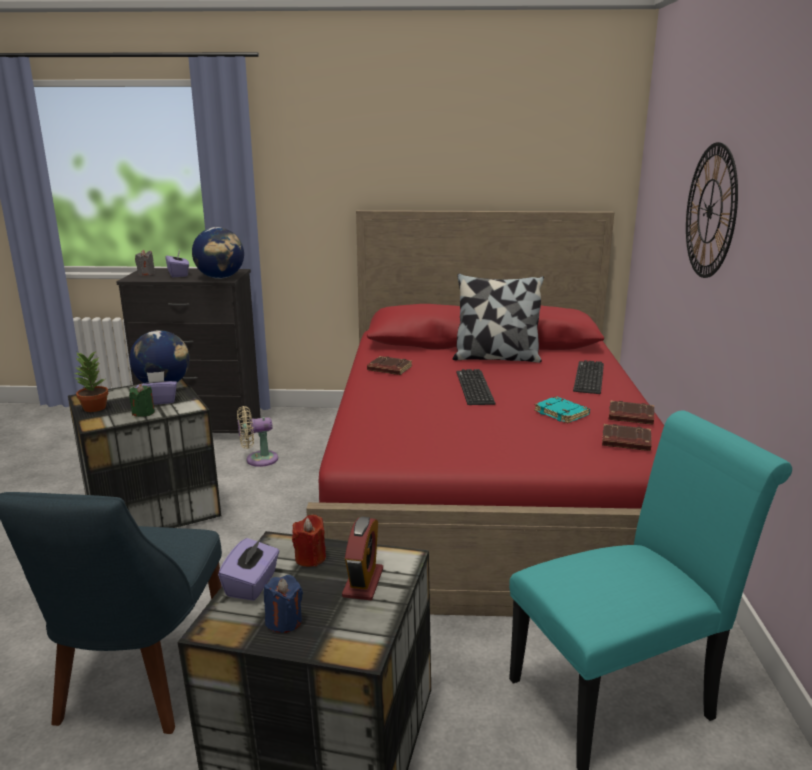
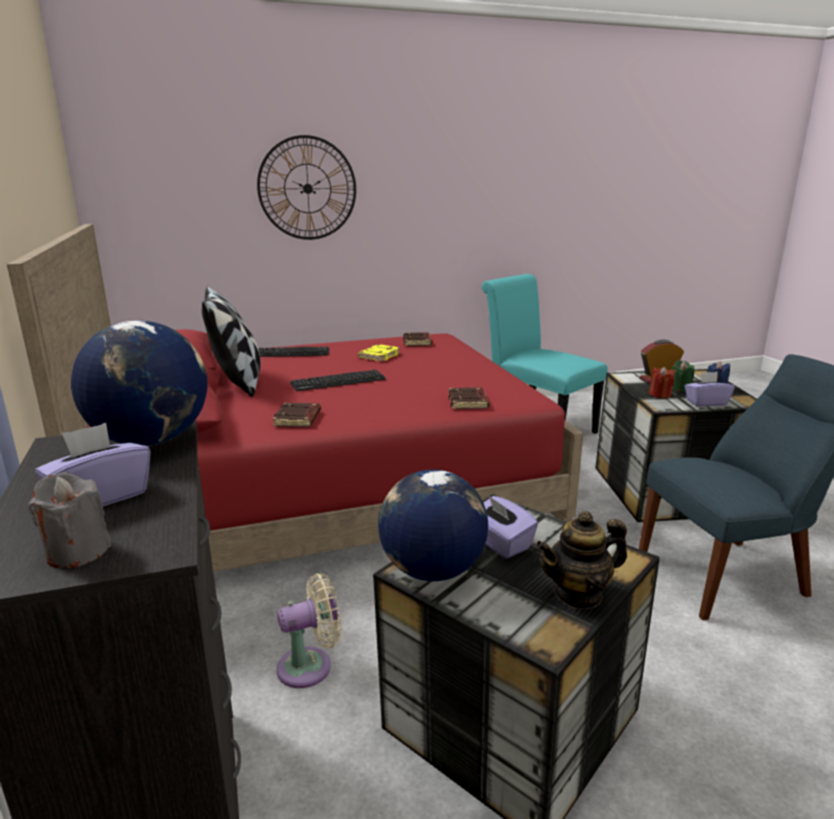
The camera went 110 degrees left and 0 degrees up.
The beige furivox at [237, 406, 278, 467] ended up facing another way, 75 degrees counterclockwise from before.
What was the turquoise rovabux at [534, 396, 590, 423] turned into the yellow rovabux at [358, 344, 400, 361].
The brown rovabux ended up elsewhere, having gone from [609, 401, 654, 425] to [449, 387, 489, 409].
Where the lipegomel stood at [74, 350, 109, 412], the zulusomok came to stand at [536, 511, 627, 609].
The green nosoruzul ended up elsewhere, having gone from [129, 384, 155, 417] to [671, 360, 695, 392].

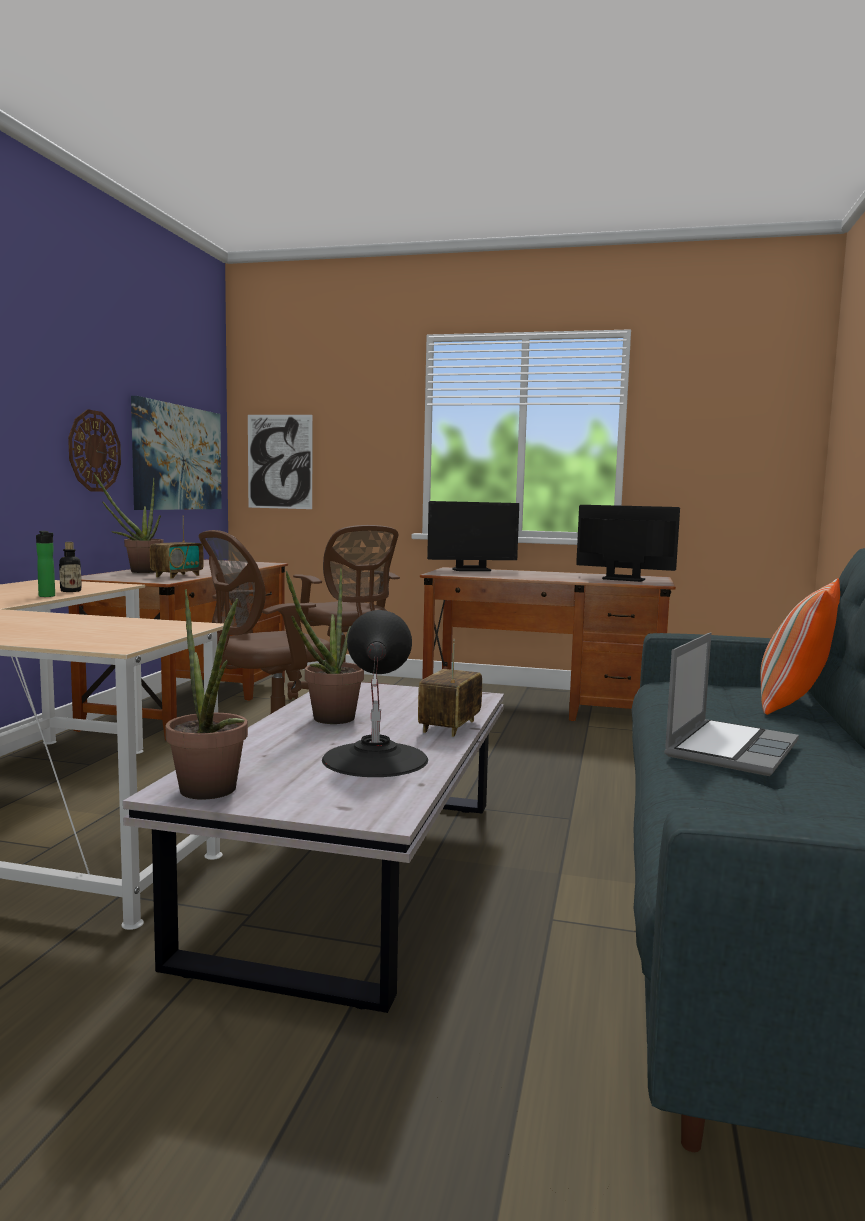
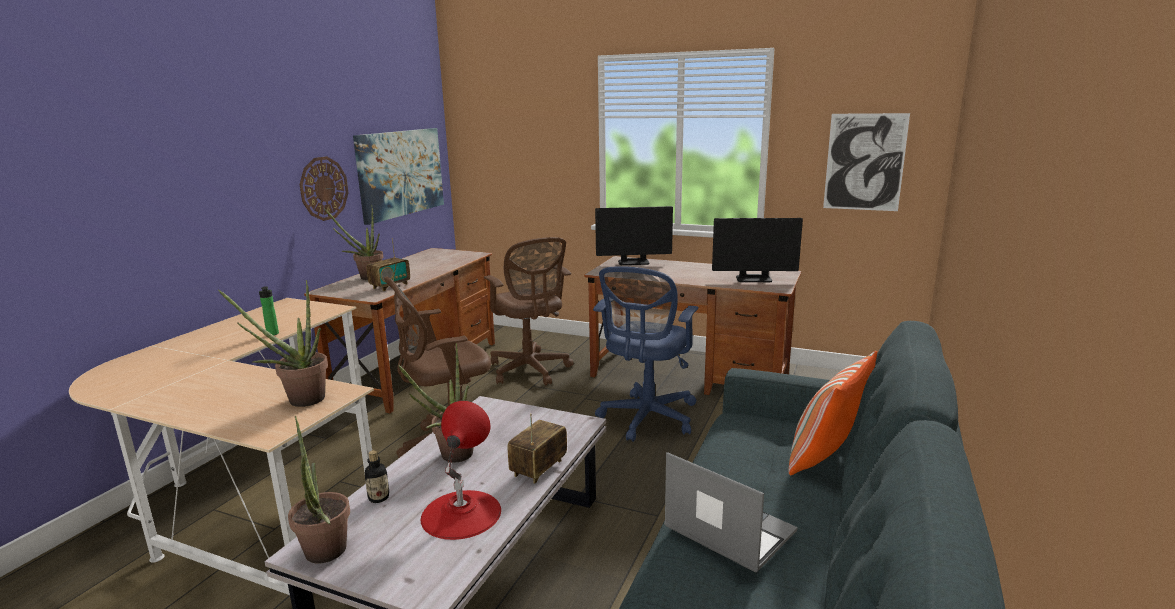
The camera went 10 degrees right and 10 degrees up.
The second view gained the lipegomel at [218, 280, 328, 407].
The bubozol ended up elsewhere, having gone from [59, 542, 82, 592] to [365, 450, 389, 503].
What was the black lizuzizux at [322, 610, 428, 777] turned into the red lizuzizux at [421, 401, 501, 540].
The second view gained the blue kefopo at [593, 266, 698, 442].
The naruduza at [664, 632, 799, 776] ended up facing another way, 90 degrees counterclockwise from before.
The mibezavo at [576, 505, 680, 582] ended up facing another way, 150 degrees clockwise from before.
The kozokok ended up elsewhere, having gone from [248, 415, 313, 509] to [823, 113, 910, 211].

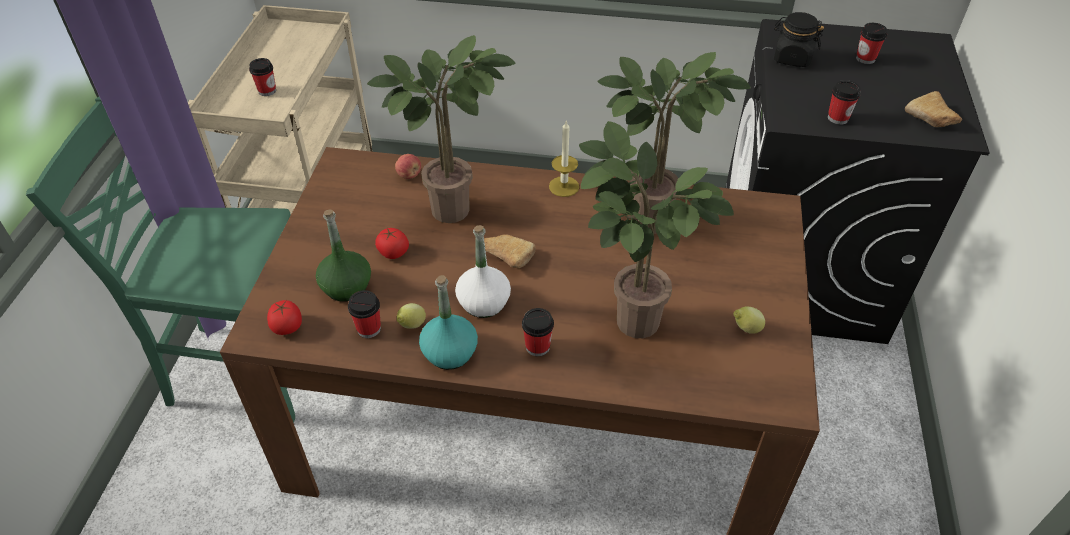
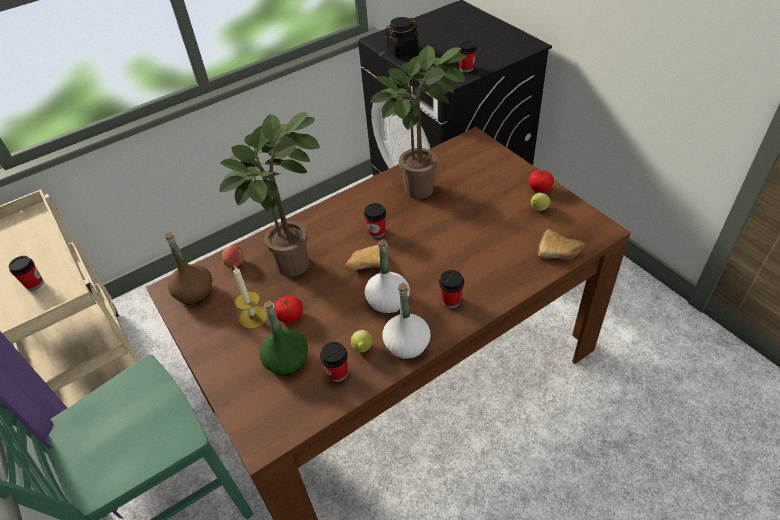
The camera went 40 degrees left and 0 degrees up.
The second view gained the brown bubozol at [165, 232, 212, 305].
The nosoruzul ended up elsewhere, having gone from [549, 121, 579, 197] to [233, 266, 268, 329].
The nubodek ended up elsewhere, having gone from [856, 23, 887, 64] to [364, 203, 386, 238].
What was the turquoise bubozol at [419, 275, 478, 370] turned into the white bubozol at [383, 283, 431, 359].
The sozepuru ended up elsewhere, having gone from [267, 300, 302, 335] to [529, 170, 554, 192].
The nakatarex ended up elsewhere, having gone from [905, 91, 962, 127] to [538, 229, 585, 260].
The second view lost the lipegomel at [579, 121, 734, 338].

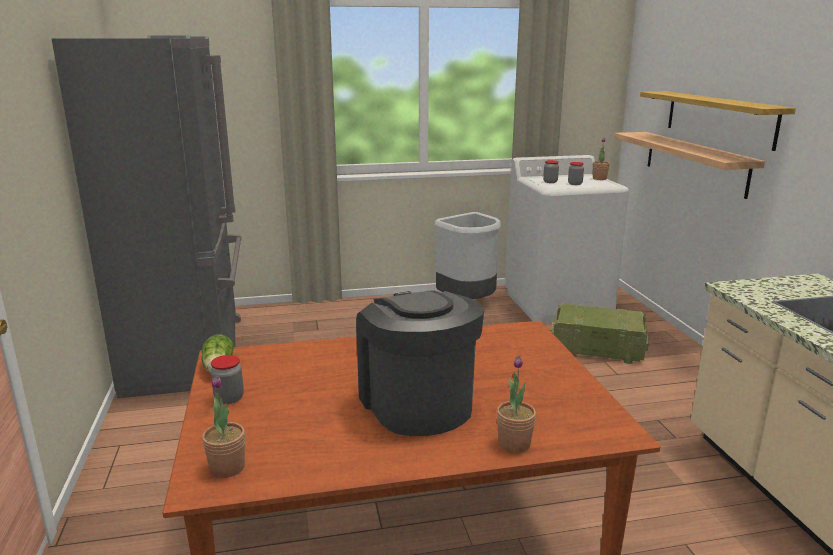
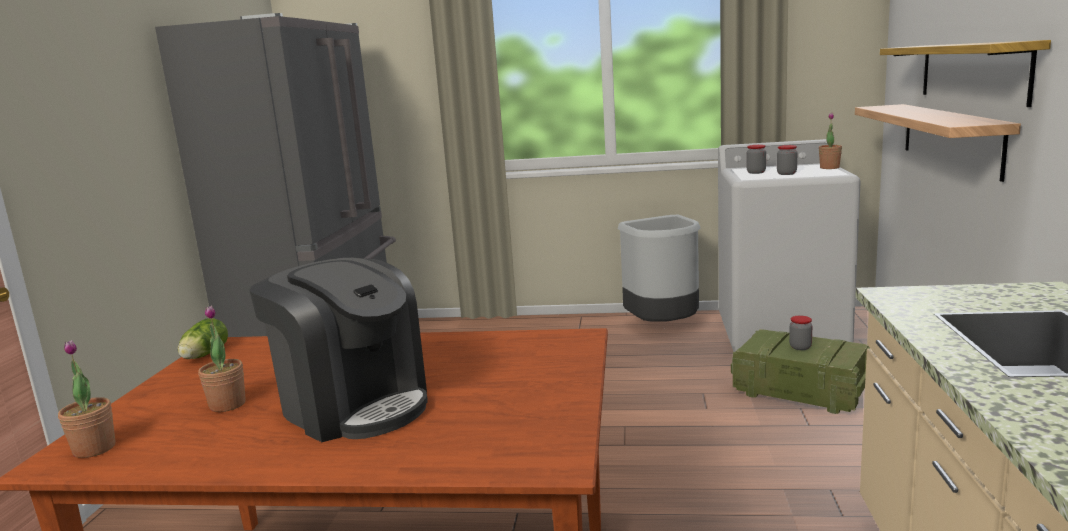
The camera went 20 degrees right and 5 degrees down.
The lipegomel ended up elsewhere, having gone from [497, 356, 536, 453] to [198, 305, 246, 412].
The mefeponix at [356, 290, 484, 436] ended up facing another way, 135 degrees clockwise from before.
The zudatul ended up elsewhere, having gone from [211, 355, 244, 404] to [789, 316, 812, 350].

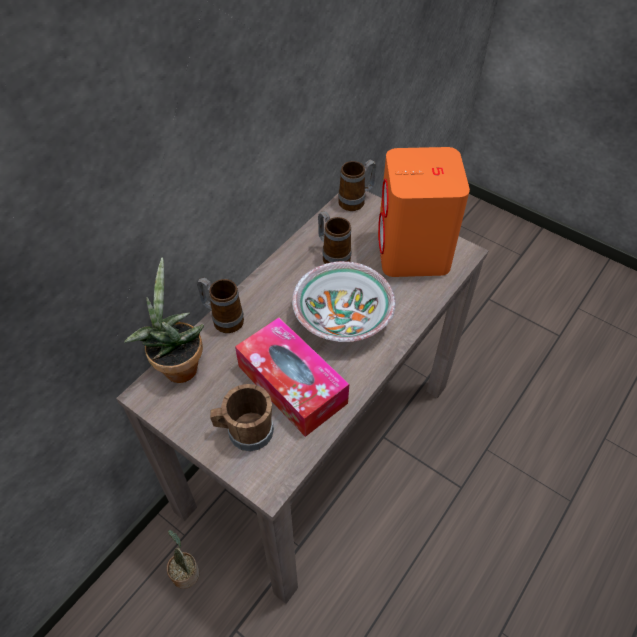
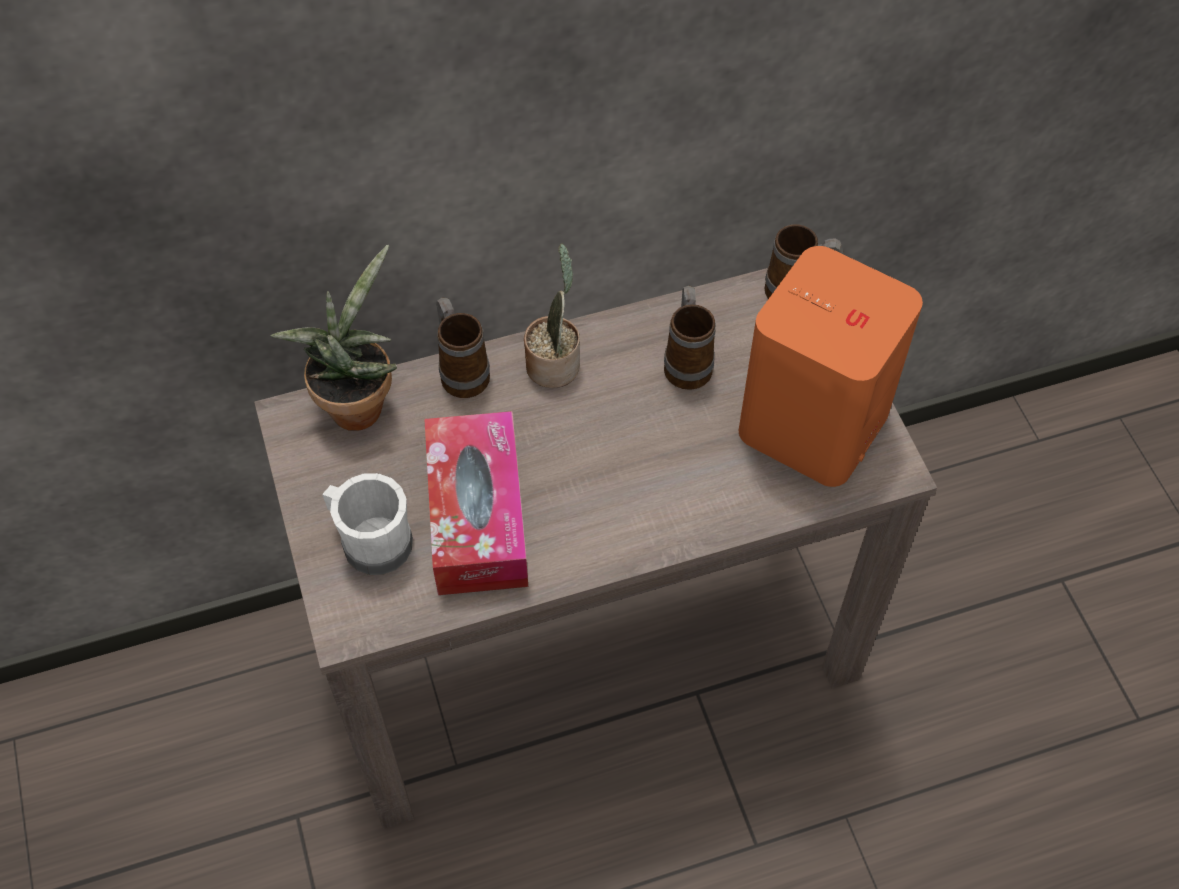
The camera went 35 degrees right and 5 degrees up.
What was the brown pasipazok at [210, 384, 274, 452] turned into the white pasipazok at [322, 473, 413, 575].
The lipegomel ended up elsewhere, having gone from [167, 530, 200, 589] to [524, 244, 580, 388].
The second view lost the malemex at [292, 261, 396, 342].

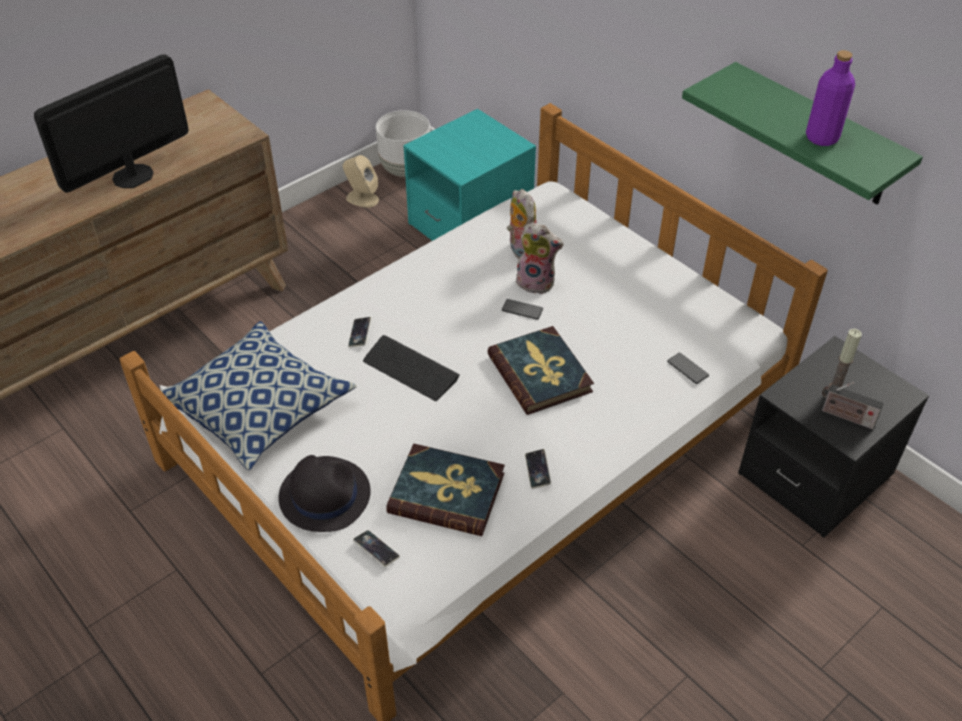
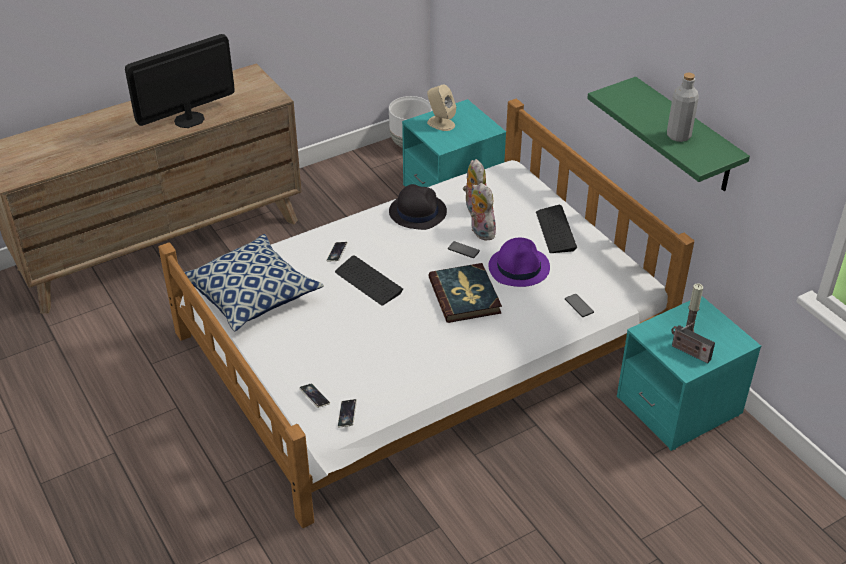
The camera went 10 degrees right and 5 degrees down.
The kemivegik ended up elsewhere, having gone from [525, 449, 551, 489] to [338, 399, 357, 427].
The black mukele ended up elsewhere, having gone from [278, 455, 371, 532] to [389, 184, 447, 230].
The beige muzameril ended up elsewhere, having gone from [343, 155, 379, 208] to [427, 85, 456, 131].
The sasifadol at [516, 222, 563, 294] ended up facing another way, 150 degrees counterclockwise from before.
The second view gained the purple mukele at [488, 238, 550, 287].
The second view gained the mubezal at [536, 205, 577, 253].
What was the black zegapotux at [738, 336, 929, 538] turned into the turquoise zegapotux at [617, 296, 761, 451].
What was the purple bubozol at [806, 50, 855, 146] turned into the grey bubozol at [667, 73, 699, 142].
The second view lost the rovabux at [386, 444, 505, 536].

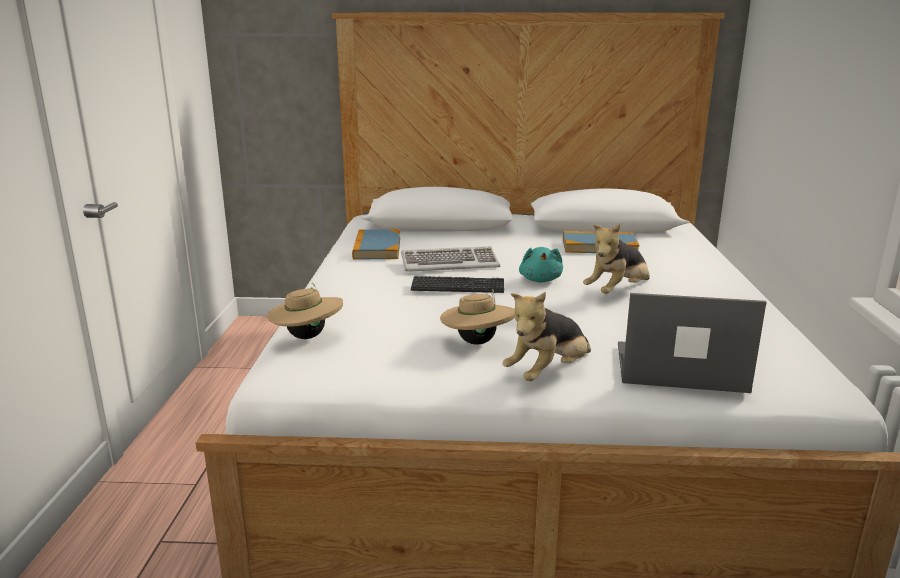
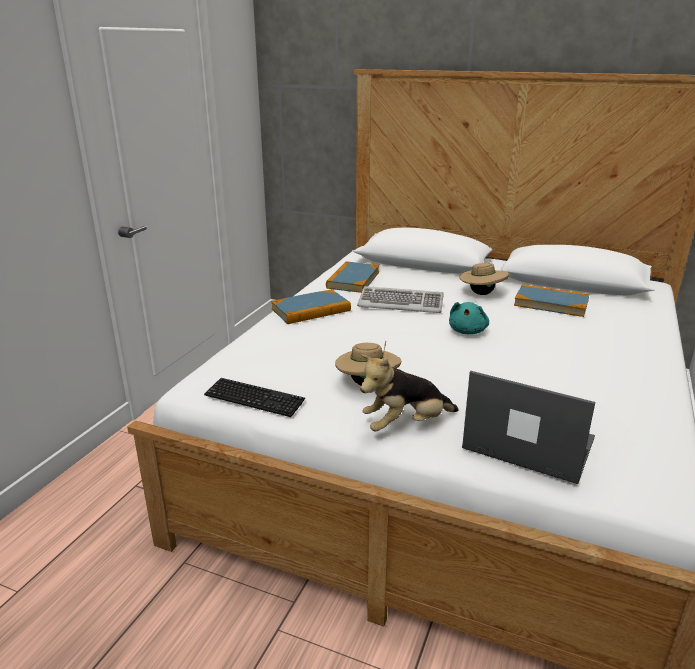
The camera went 20 degrees right and 5 degrees up.
The mubezal ended up elsewhere, having gone from [411, 276, 504, 293] to [204, 378, 305, 417].
The second view gained the rovabux at [271, 289, 351, 324].
The beige mukele ended up elsewhere, having gone from [267, 283, 343, 339] to [459, 260, 509, 295].
The second view lost the sasifadol at [583, 224, 650, 294].

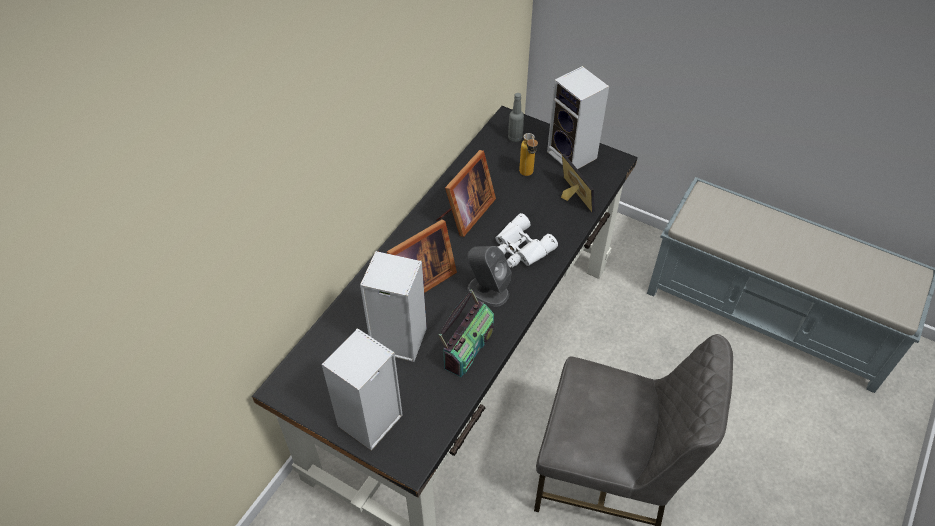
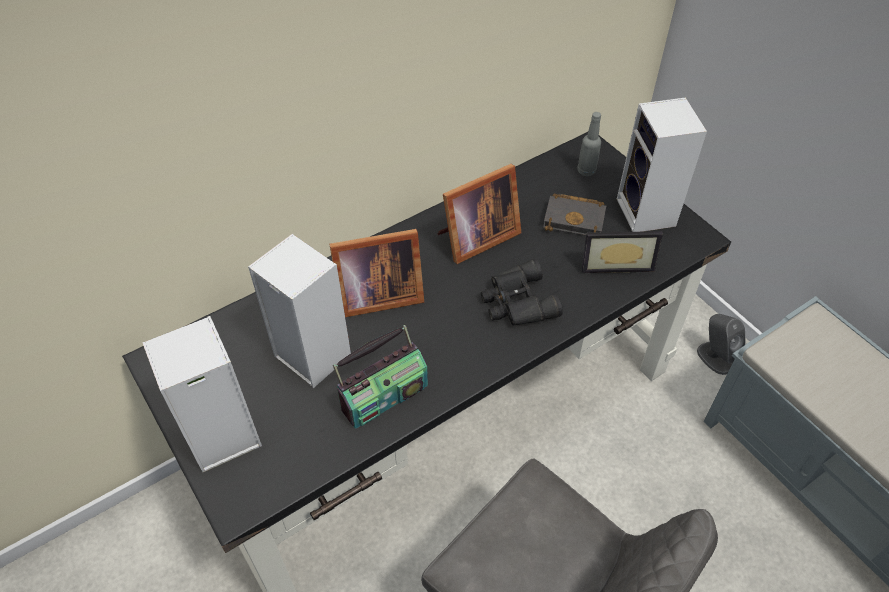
The camera went 25 degrees right and 0 degrees up.
What was the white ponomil at [495, 213, 558, 268] turned into the black ponomil at [481, 259, 563, 326].
Where the bubozol stood at [519, 133, 538, 176], the black rovabux came to stand at [543, 194, 606, 235].
The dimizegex at [561, 154, 595, 213] ended up facing another way, 90 degrees clockwise from before.
The grey muzameril ended up elsewhere, having gone from [467, 246, 511, 307] to [697, 314, 746, 375].

